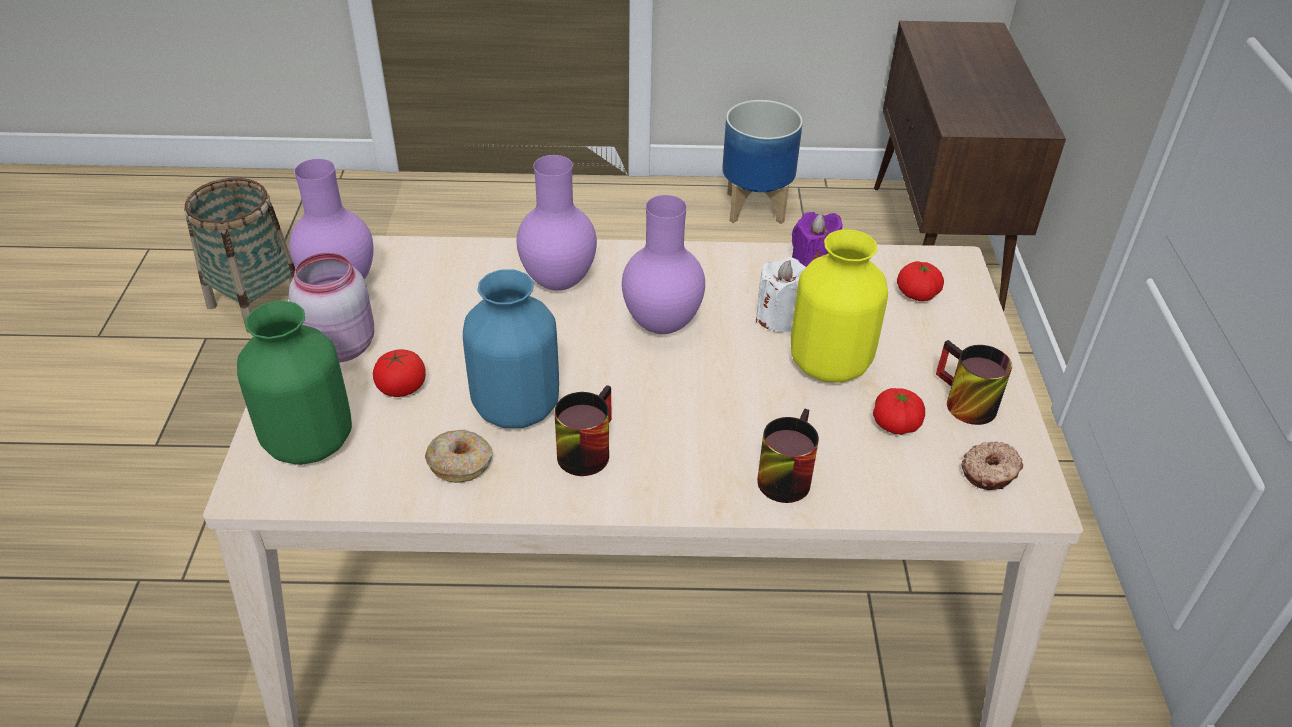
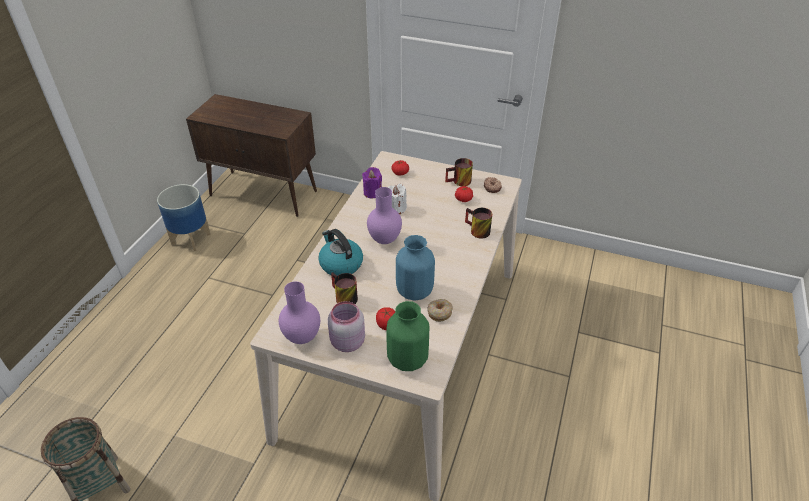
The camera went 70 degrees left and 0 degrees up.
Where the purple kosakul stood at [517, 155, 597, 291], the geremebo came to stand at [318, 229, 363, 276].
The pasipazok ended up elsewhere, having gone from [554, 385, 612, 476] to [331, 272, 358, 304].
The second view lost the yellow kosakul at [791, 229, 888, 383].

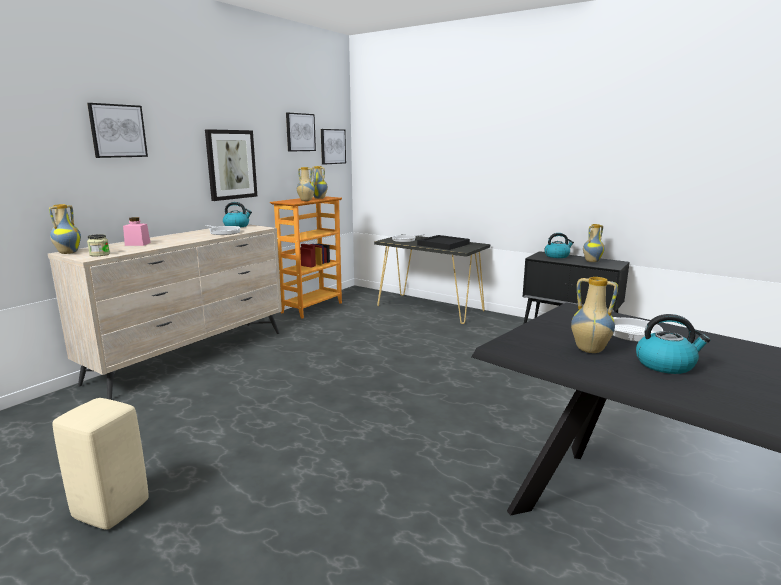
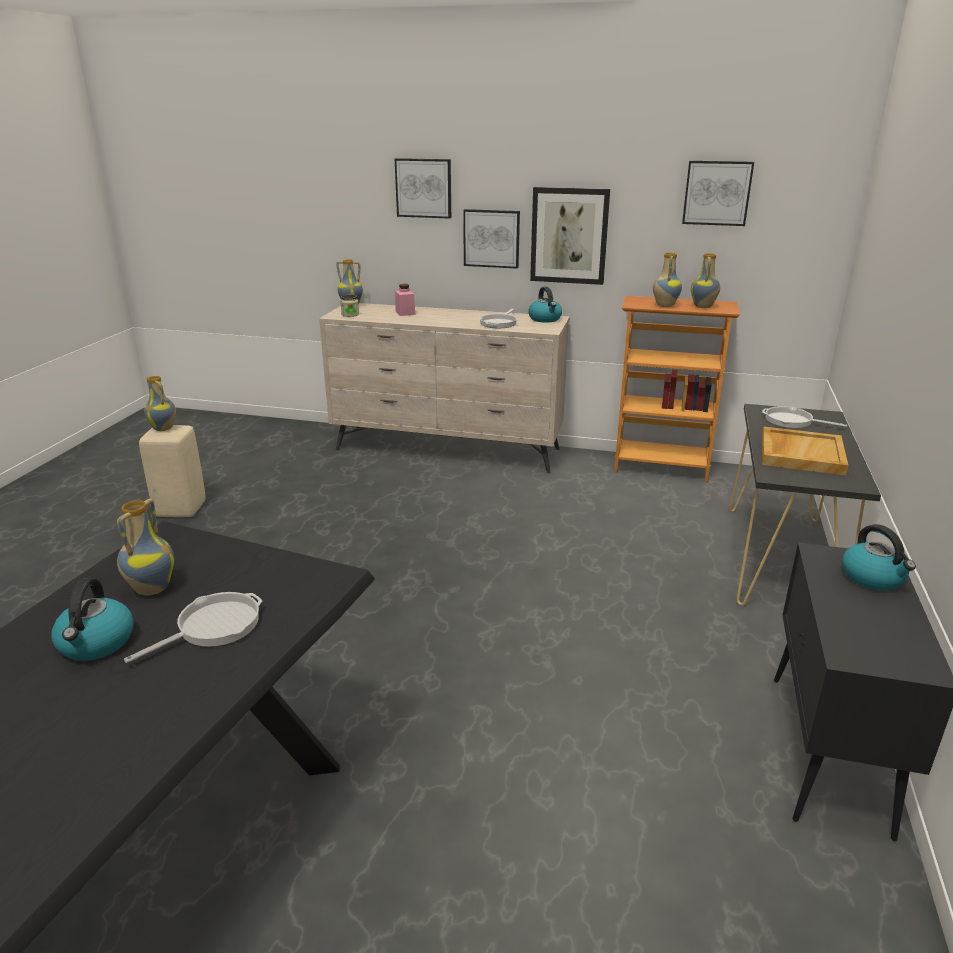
The camera went 70 degrees right and 10 degrees up.
The kosakul ended up elsewhere, having gone from [583, 224, 605, 262] to [144, 376, 176, 431].
The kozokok ended up elsewhere, having gone from [321, 129, 346, 165] to [463, 209, 520, 269].
What was the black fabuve at [417, 235, 470, 250] turned into the beige fabuve at [762, 427, 848, 476].

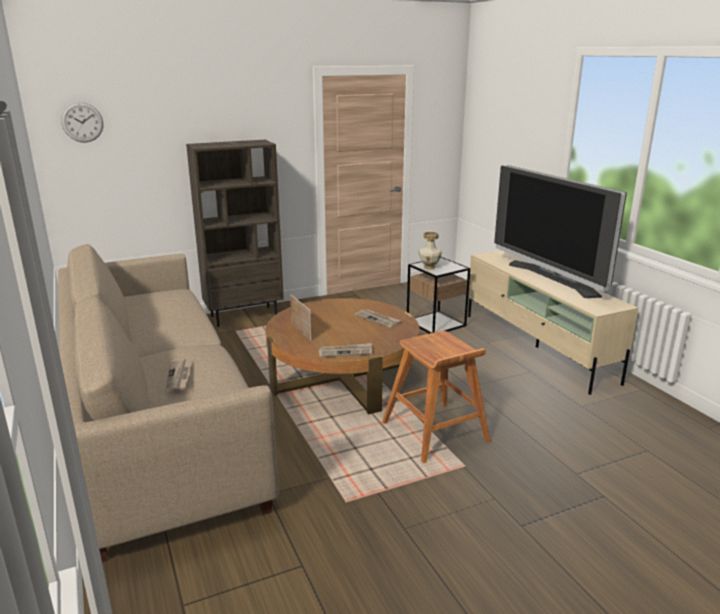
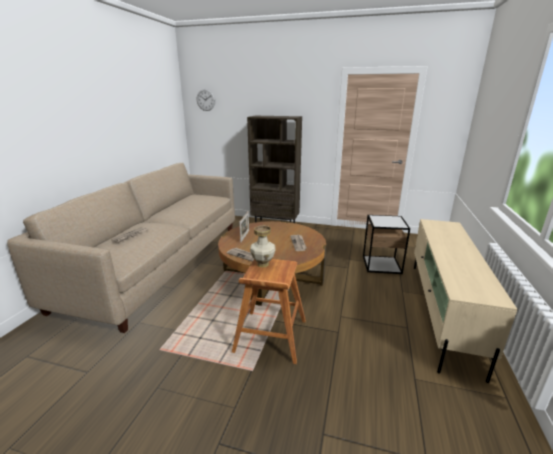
The camera went 40 degrees right and 0 degrees up.
The kosakul ended up elsewhere, having gone from [419, 232, 442, 270] to [250, 225, 275, 267].
The second view lost the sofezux at [494, 165, 627, 298].

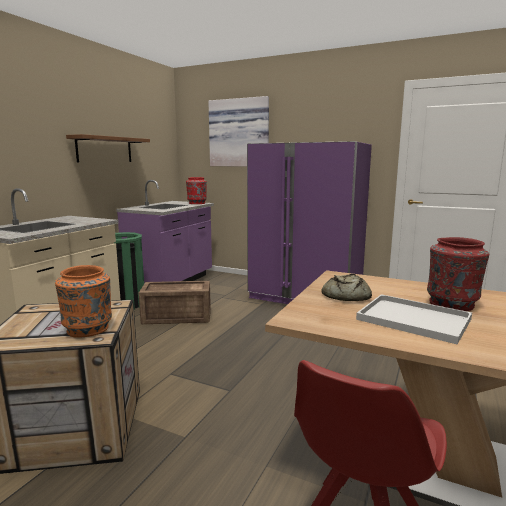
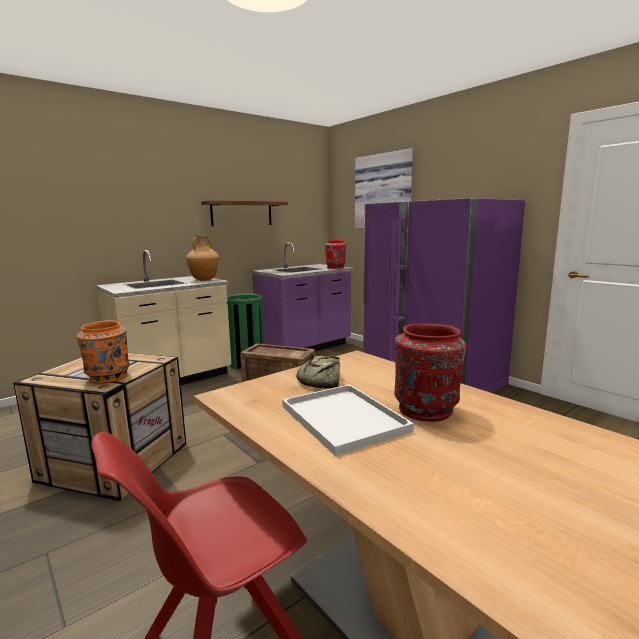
The camera went 25 degrees right and 0 degrees up.
The second view gained the brown kosakul at [186, 235, 220, 281].

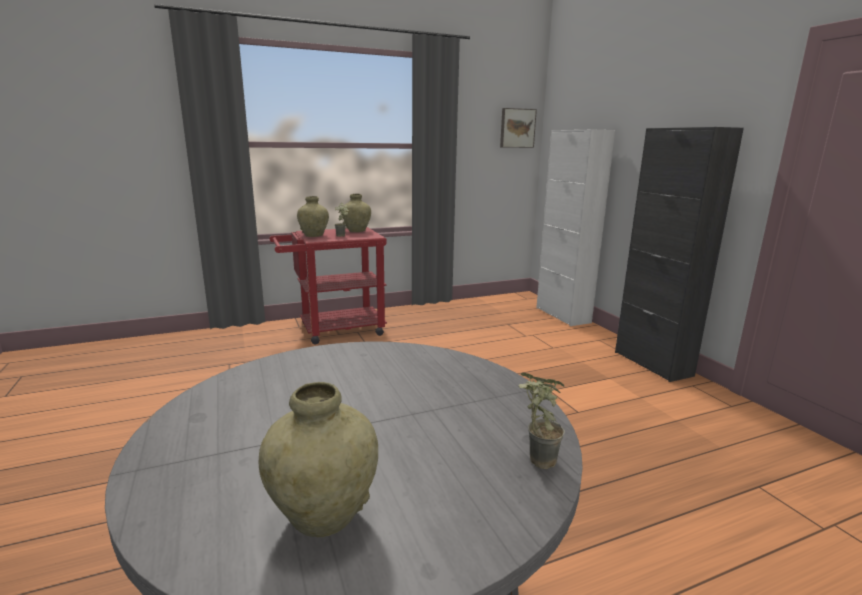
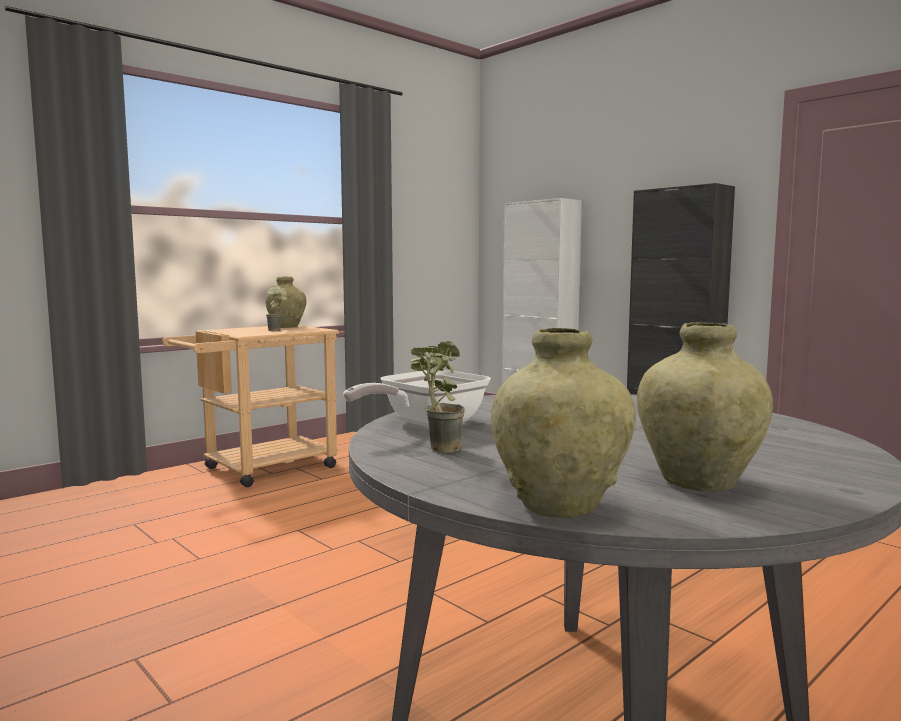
The camera went 20 degrees left and 10 degrees down.
What was the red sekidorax at [269, 227, 387, 345] turned into the beige sekidorax at [162, 325, 339, 487].
The second view gained the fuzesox at [343, 370, 491, 427].
The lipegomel ended up elsewhere, having gone from [518, 373, 565, 469] to [411, 341, 465, 453].
The beige kosakul ended up elsewhere, having gone from [297, 196, 329, 237] to [491, 328, 636, 518].
The second view lost the kozokok at [500, 108, 537, 148].

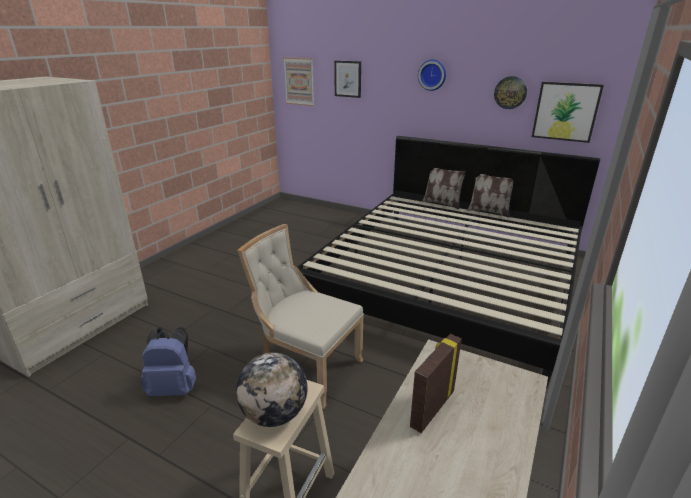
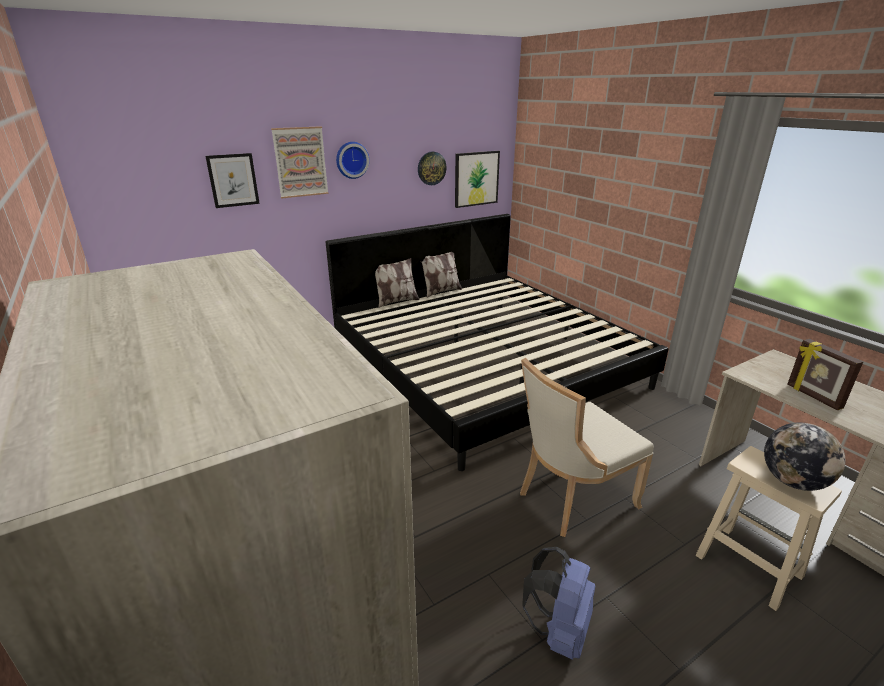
The camera went 60 degrees left and 0 degrees up.
The kozokok ended up elsewhere, having gone from [283, 57, 314, 106] to [271, 126, 329, 198].

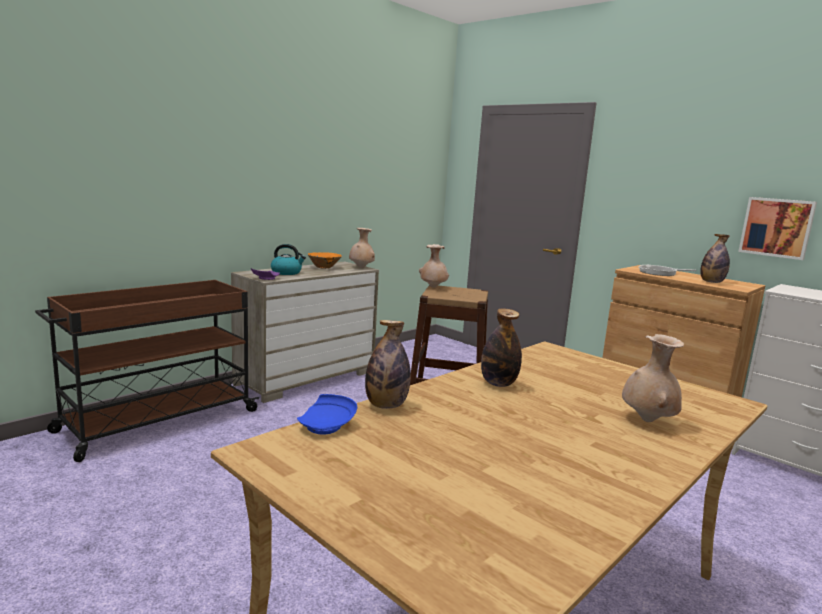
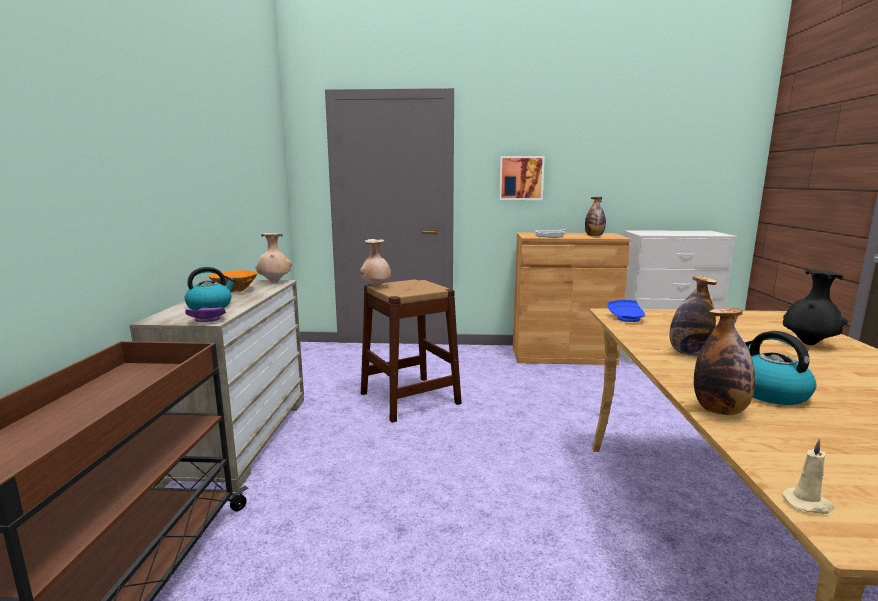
The camera went 40 degrees left and 0 degrees up.
The kozokok ended up elsewhere, having gone from [738, 197, 817, 260] to [499, 156, 545, 200].
The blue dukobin ended up elsewhere, having gone from [297, 394, 357, 435] to [607, 300, 645, 322].
The second view gained the geremebo at [744, 331, 817, 405].
The second view gained the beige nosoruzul at [782, 439, 834, 514].
What was the beige kosakul at [622, 334, 684, 422] turned into the black kosakul at [783, 269, 848, 345].

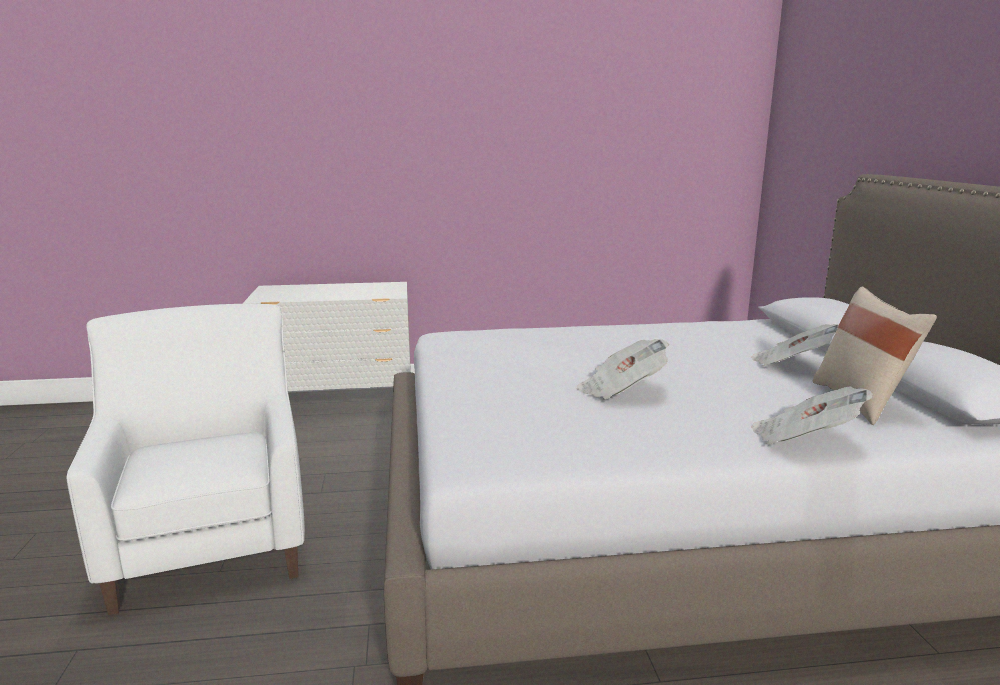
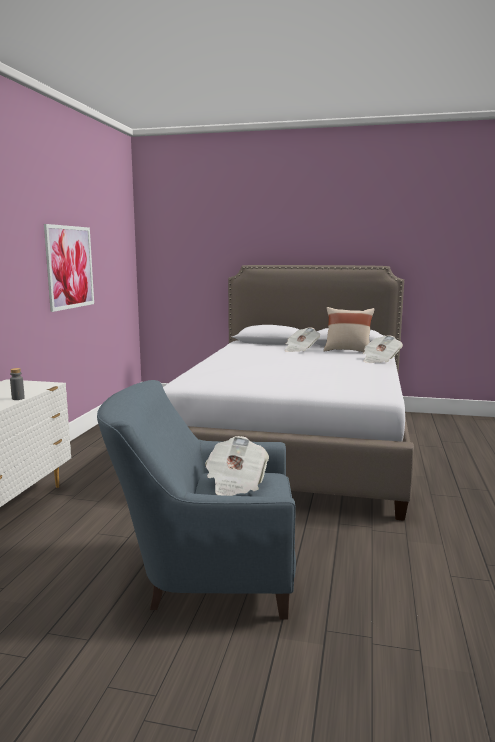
The camera went 70 degrees left and 5 degrees down.
The second view gained the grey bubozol at [10, 368, 25, 400].
The second view gained the kozokok at [44, 224, 94, 312].
What was the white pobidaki at [66, 304, 305, 615] turned into the blue pobidaki at [97, 380, 296, 620].
The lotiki ended up elsewhere, having gone from [577, 339, 669, 400] to [205, 436, 269, 496].

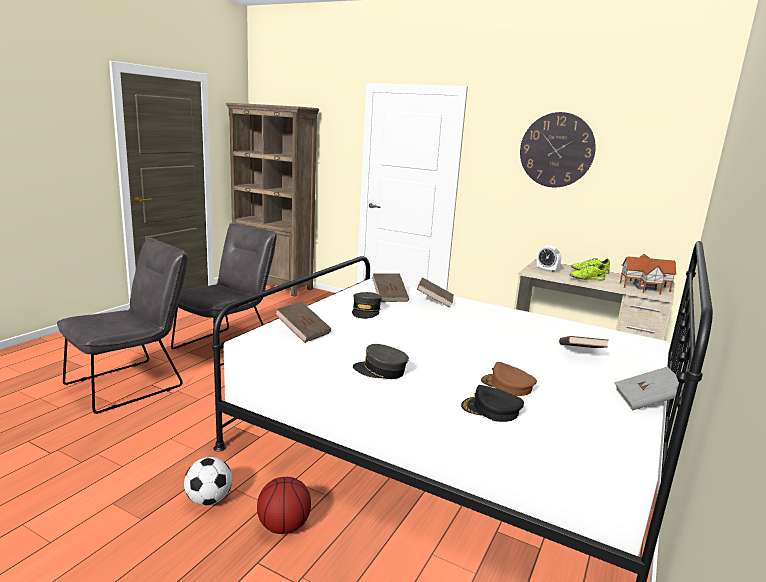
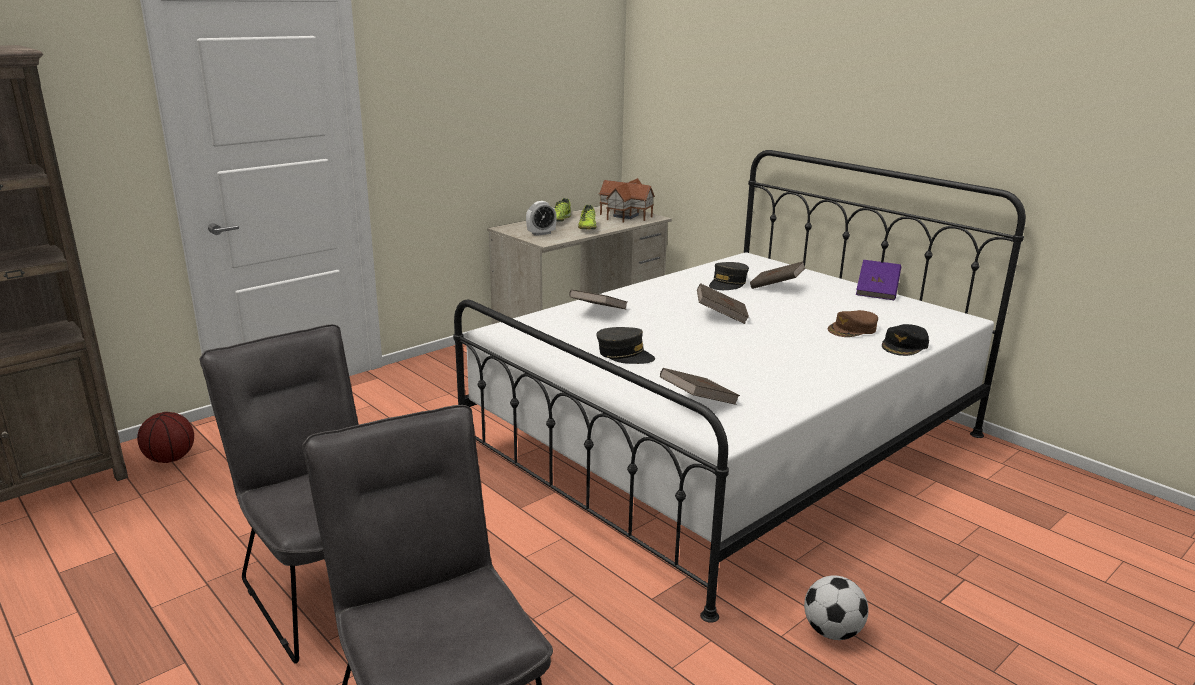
The camera went 70 degrees left and 5 degrees up.
The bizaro ended up elsewhere, having gone from [257, 477, 311, 534] to [137, 412, 194, 463].
The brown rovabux ended up elsewhere, having gone from [372, 273, 409, 302] to [697, 283, 749, 324].
The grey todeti ended up elsewhere, having gone from [353, 344, 409, 379] to [709, 262, 749, 290].
What was the grey rovabux at [614, 367, 684, 411] turned into the purple rovabux at [856, 260, 901, 300].
The second view lost the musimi at [520, 112, 596, 187].

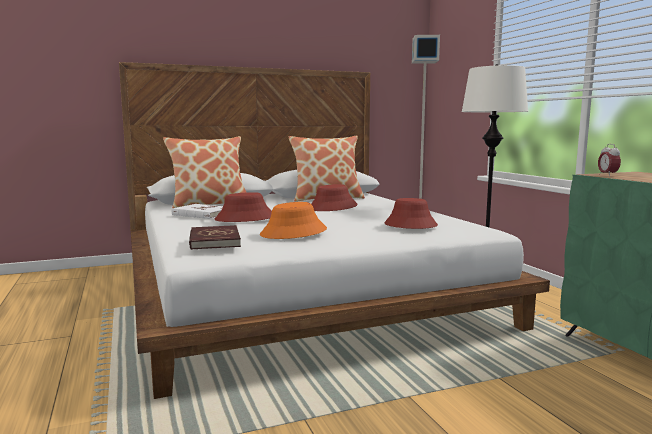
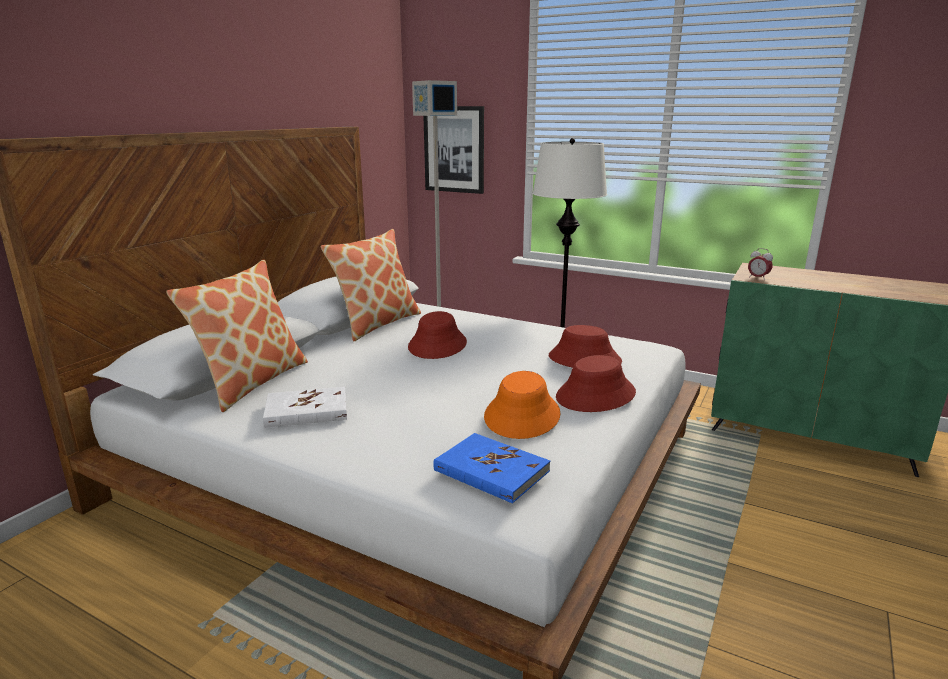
The camera went 40 degrees left and 10 degrees up.
The second view gained the kozokok at [424, 106, 484, 194].
What was the red rovabux at [189, 225, 241, 250] turned into the blue rovabux at [433, 433, 550, 504].
The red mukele ended up elsewhere, having gone from [215, 192, 272, 222] to [556, 355, 636, 412].

